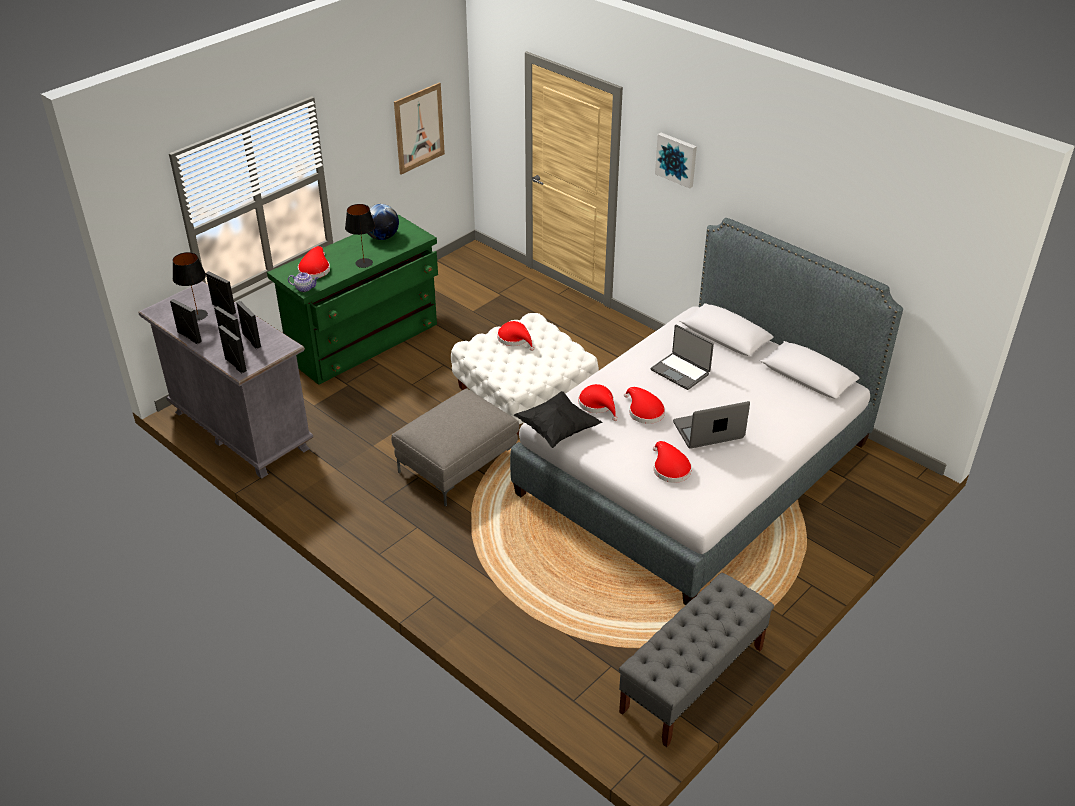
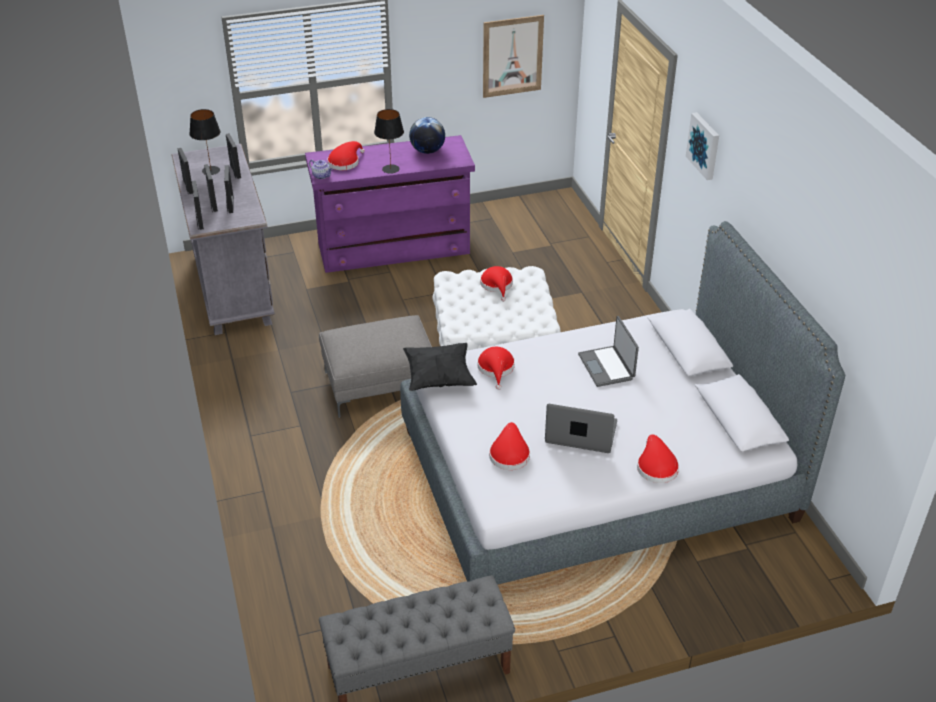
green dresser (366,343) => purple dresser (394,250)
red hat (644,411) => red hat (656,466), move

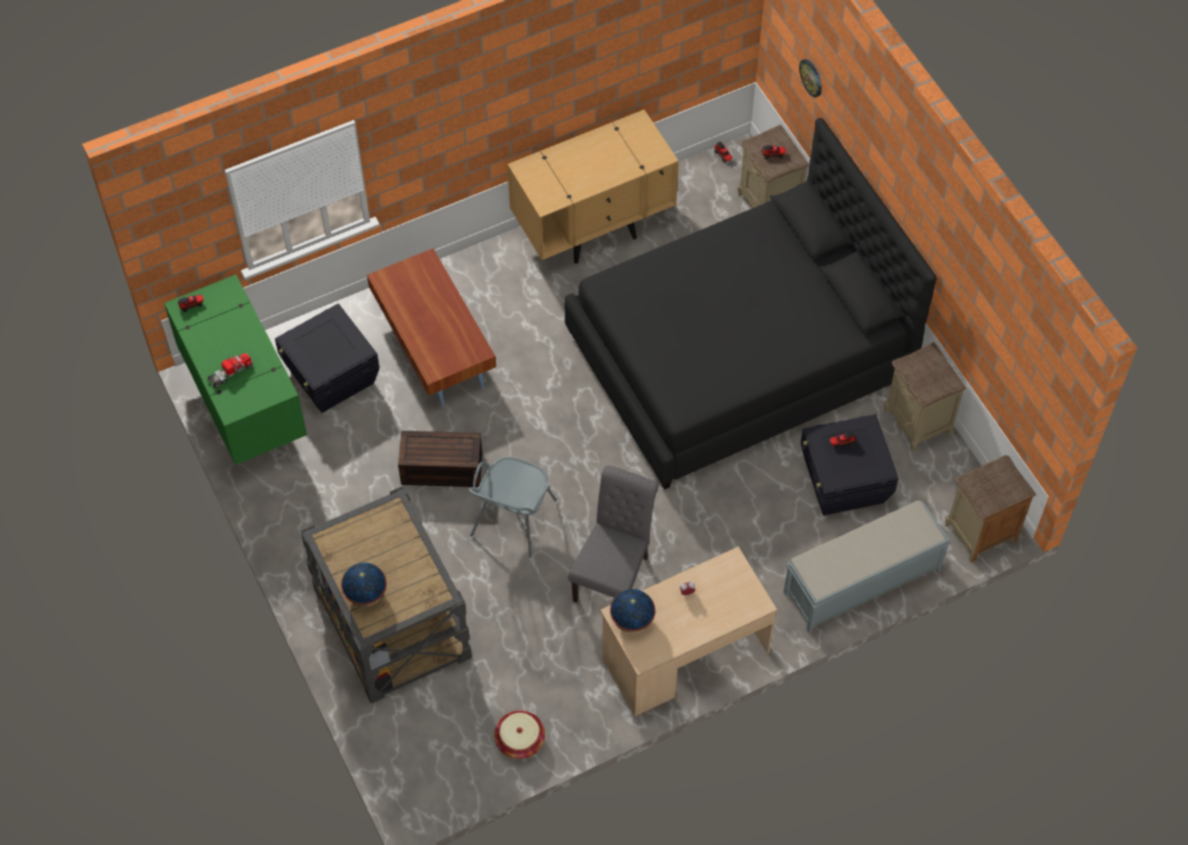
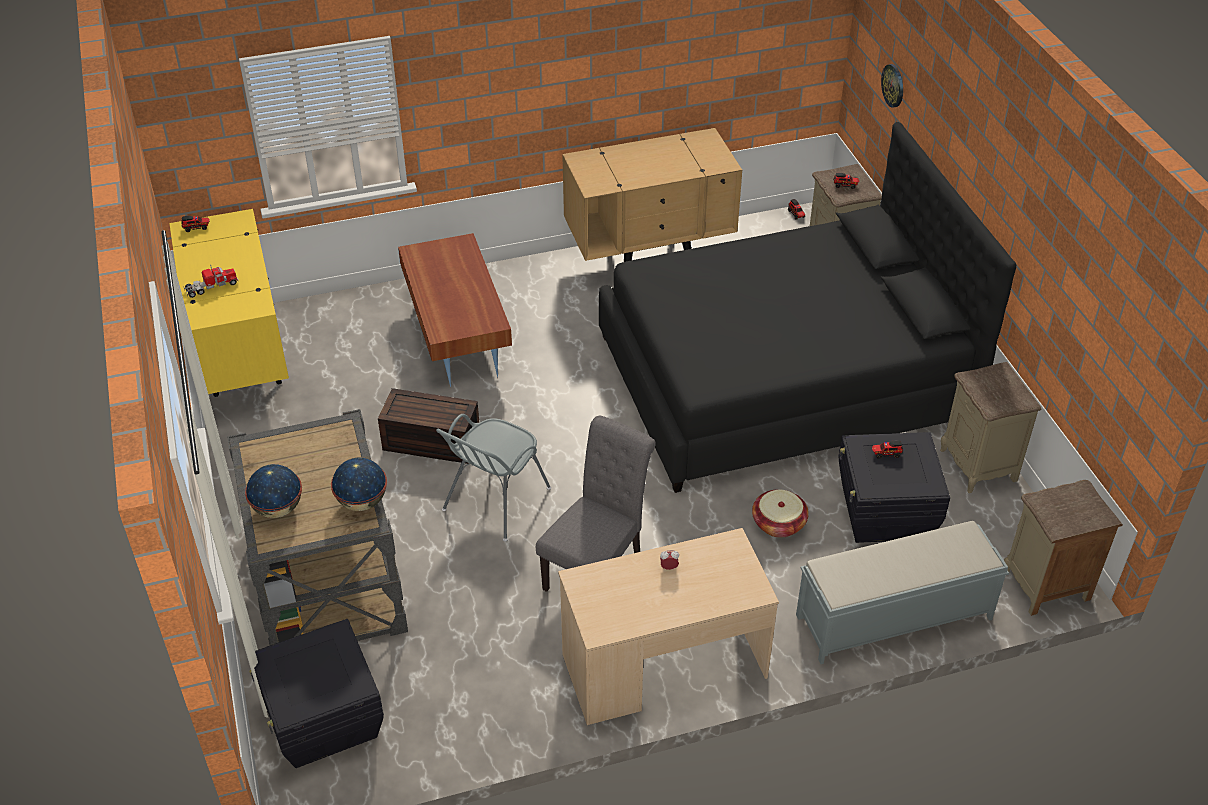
green dresser (246,411) => yellow dresser (243,364)
black storage box (331,378) => black storage box (323,721), move
basket (520,740) => basket (778,523), move
globe (632,620) => globe (362,502), move

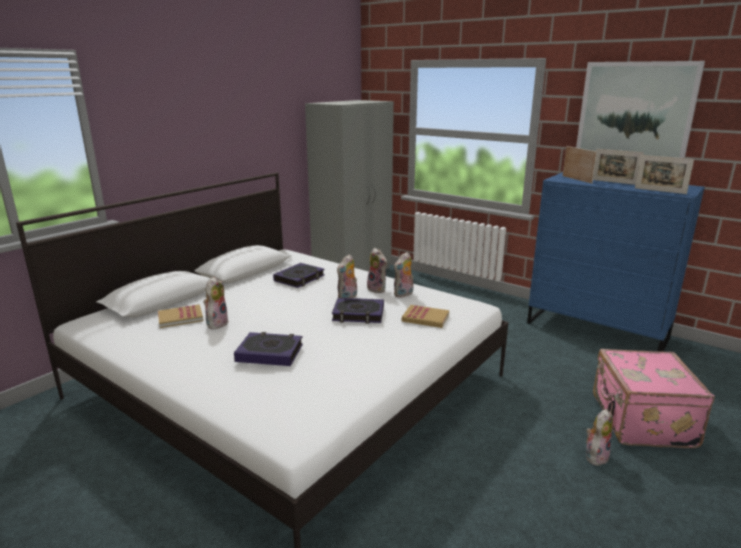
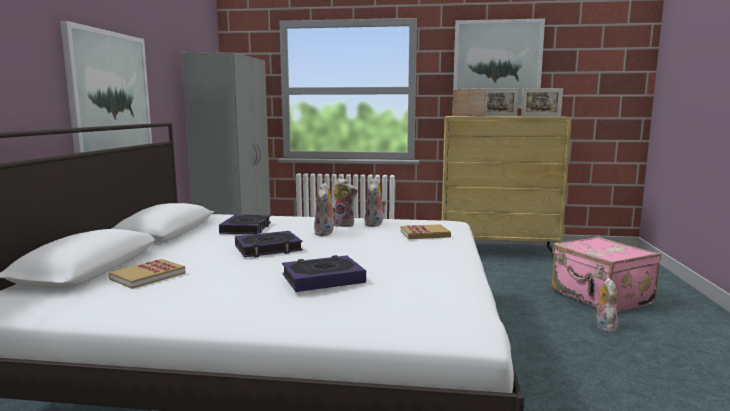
plush toy (216,323) => nothing
book (358,314) => book (268,249), move
blue dresser (596,330) => beige dresser (497,251)
nothing => picture (110,94)

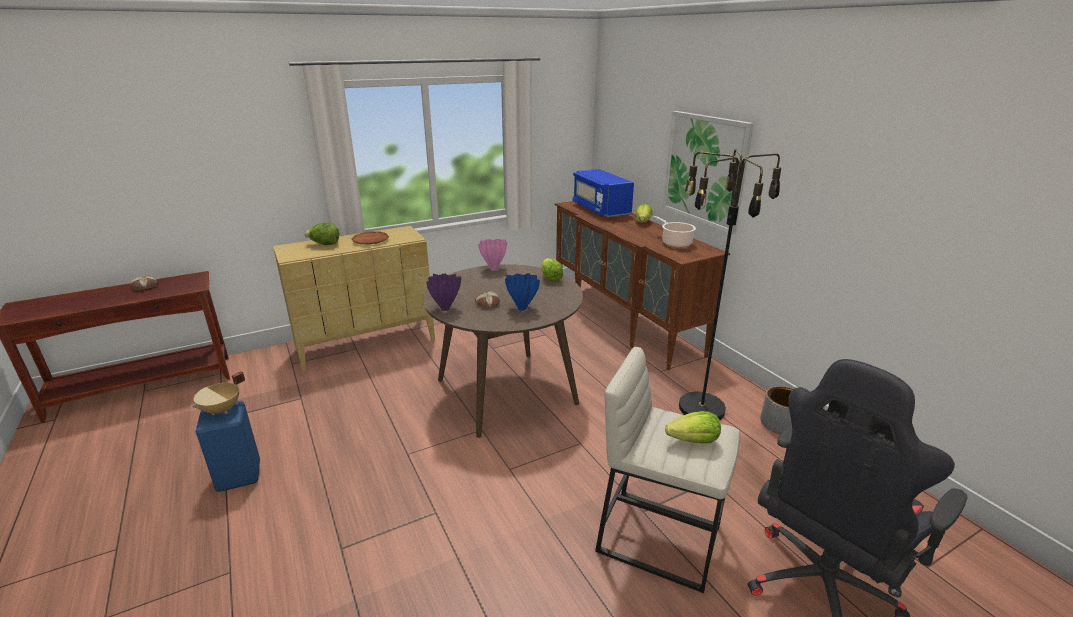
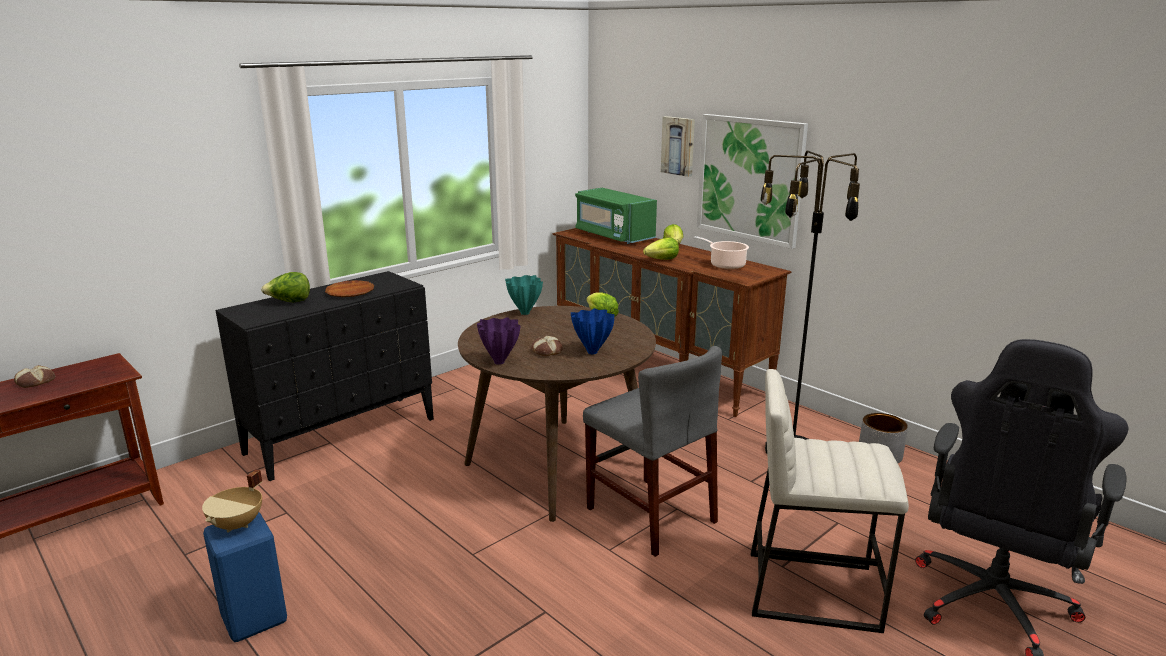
beige dresser (367,345) => black dresser (344,436)
pink vase (493,269) => turquoise vase (524,313)
blue microwave (600,209) => green microwave (613,236)
lettuce (694,441) => lettuce (662,260), move
nothing => grey chair (650,515)
nothing => picture (679,146)

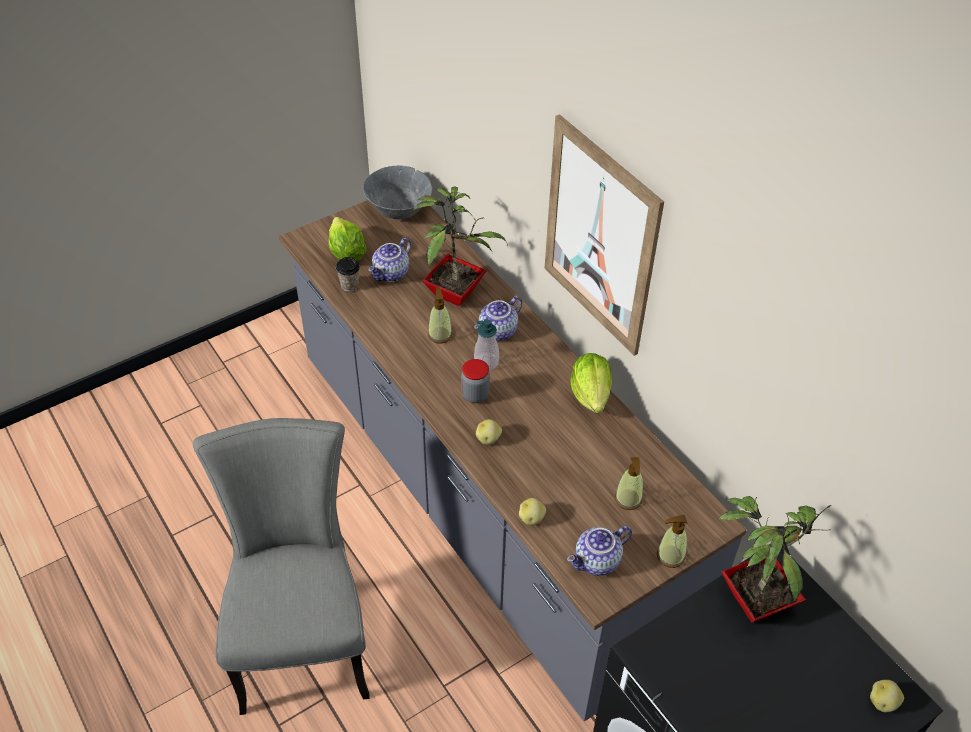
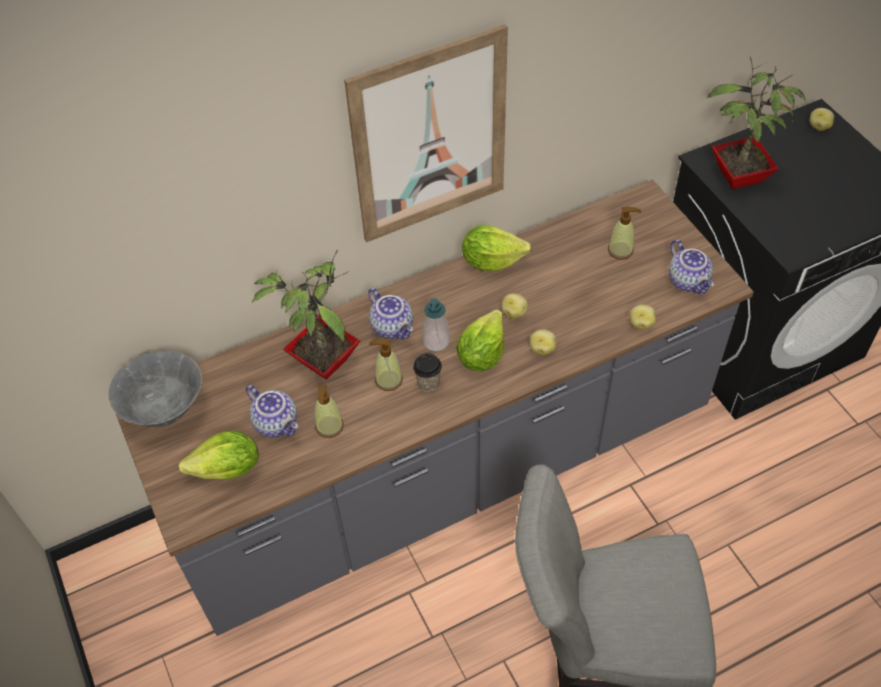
cup (349,285) => cup (428,383), move
jar (475,395) => lettuce (481,354)
soap dispenser (670,556) => soap dispenser (329,426), move
nothing => potato (514,312)

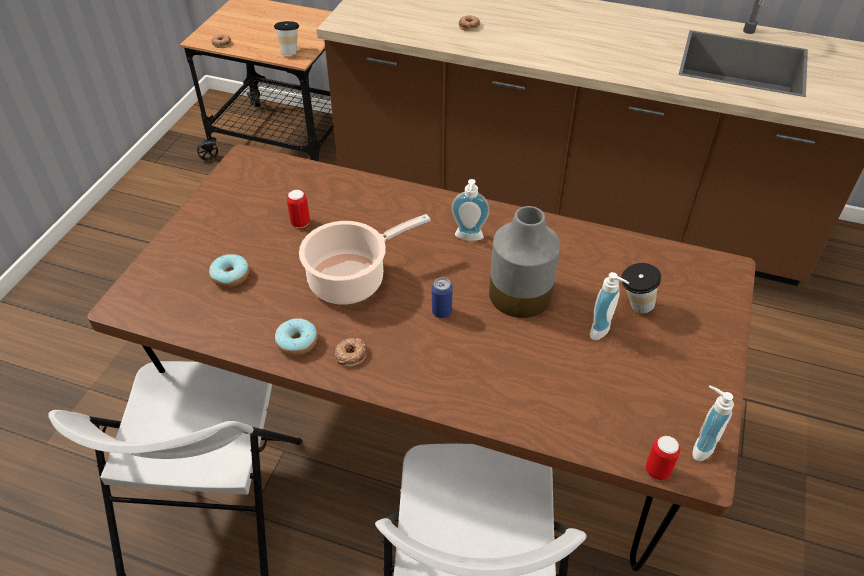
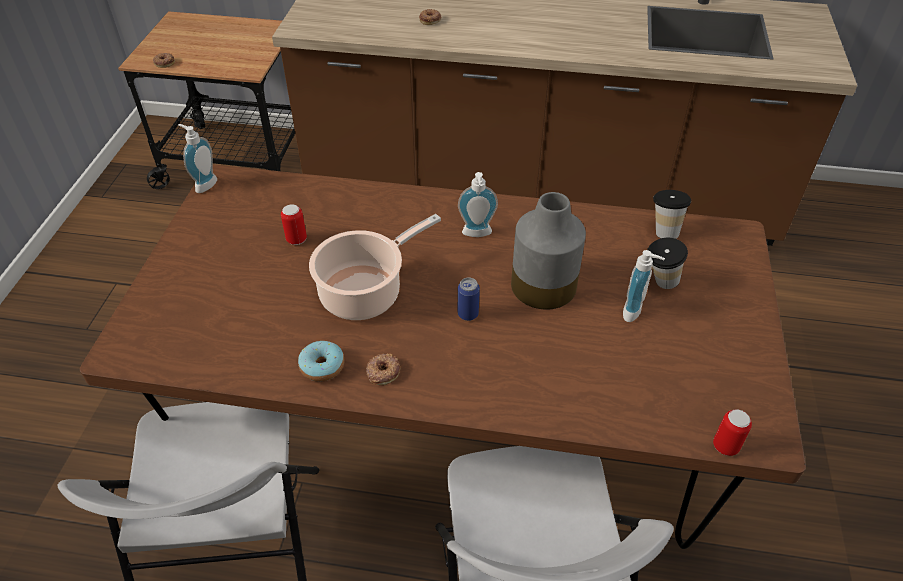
donut (231,276) => nothing
cup (290,51) => cup (664,231), move
soap dispenser (699,445) => soap dispenser (204,184), move

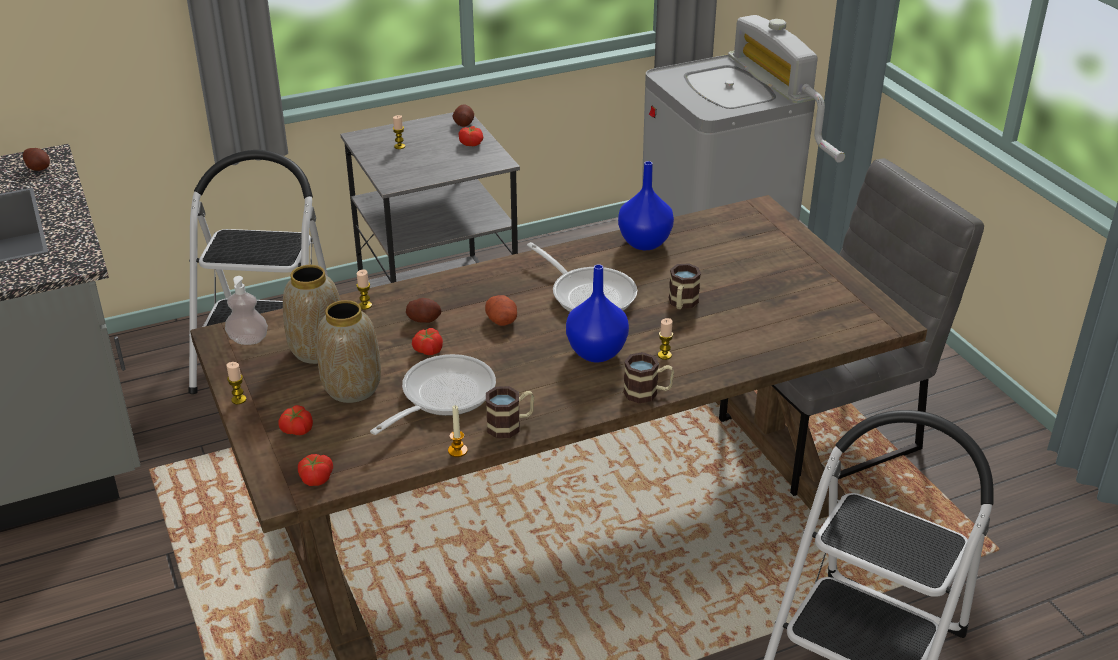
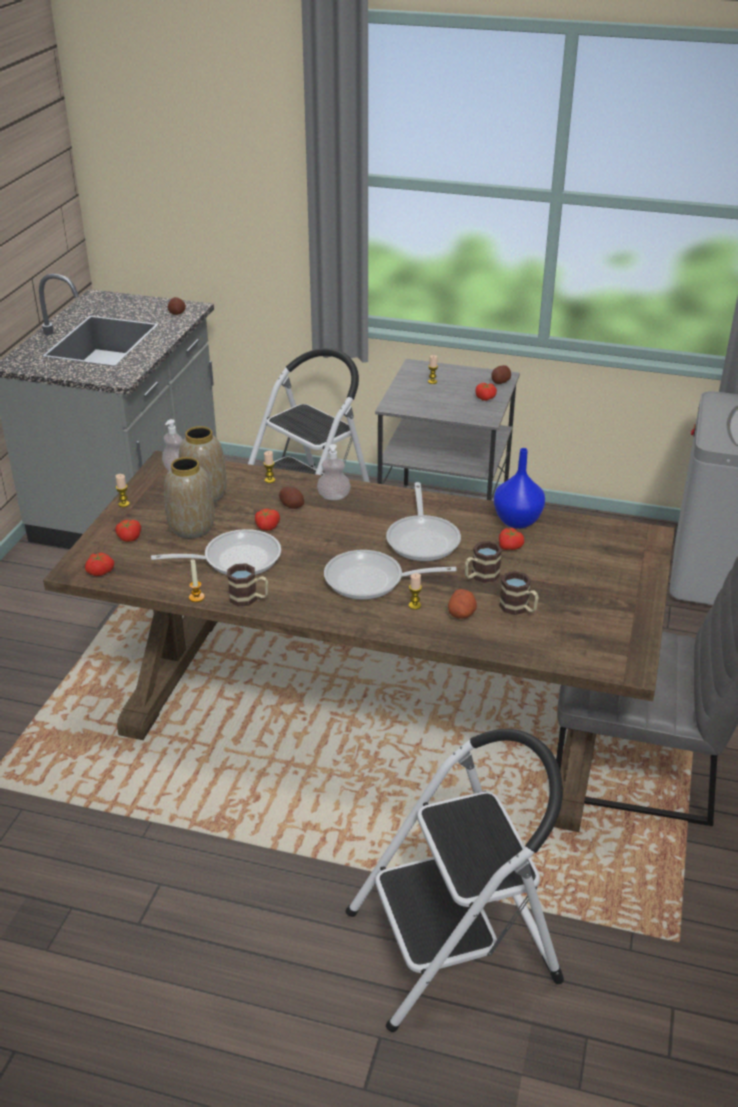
potato (502,321) => potato (461,613), move
blue vase (598,352) => frying pan (371,581)
mug (647,393) => mug (519,608), move
nothing => soap dispenser (334,496)
nothing => tomato (510,547)

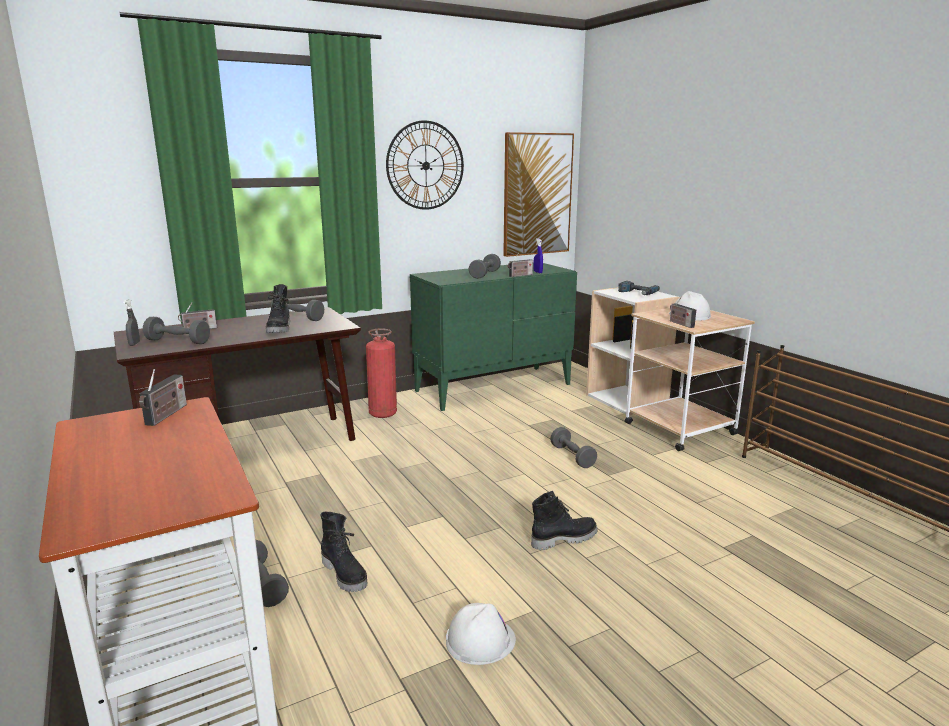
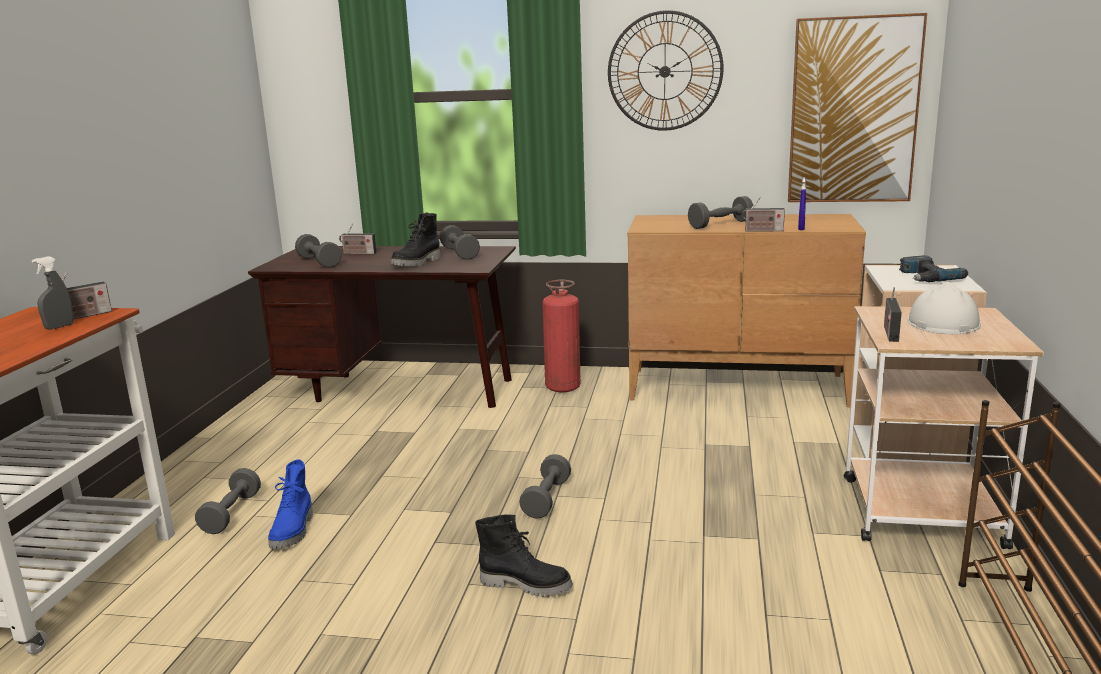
grey spray bottle (134,344) => grey spray bottle (59,326), move
black boot (345,574) => blue boot (294,531)
green cabinet (494,387) => brown cabinet (737,387)
white hard hat (480,640) => nothing
grey dumbbell (572,456) => grey dumbbell (546,499), move

